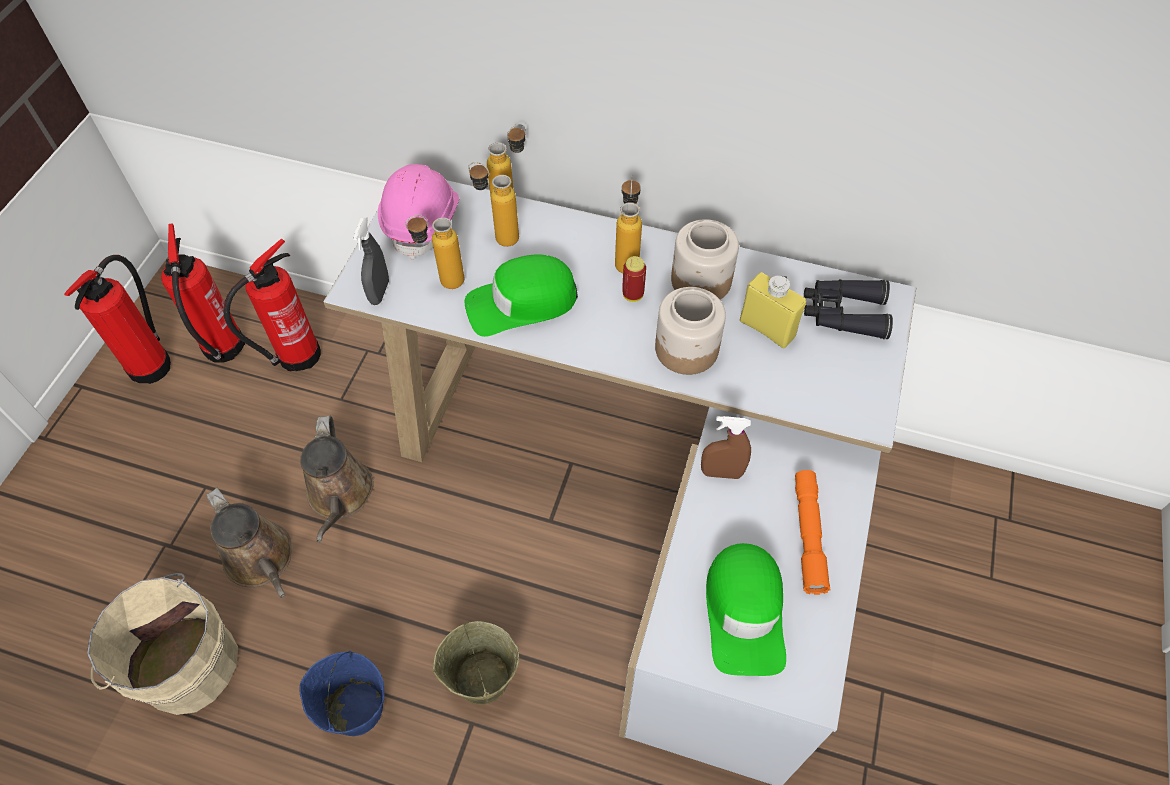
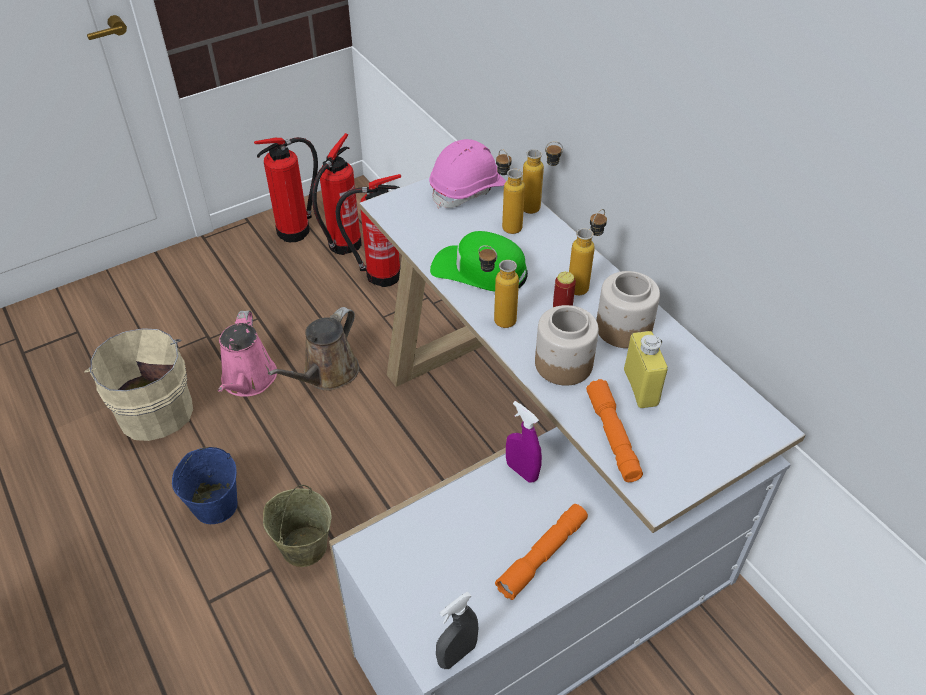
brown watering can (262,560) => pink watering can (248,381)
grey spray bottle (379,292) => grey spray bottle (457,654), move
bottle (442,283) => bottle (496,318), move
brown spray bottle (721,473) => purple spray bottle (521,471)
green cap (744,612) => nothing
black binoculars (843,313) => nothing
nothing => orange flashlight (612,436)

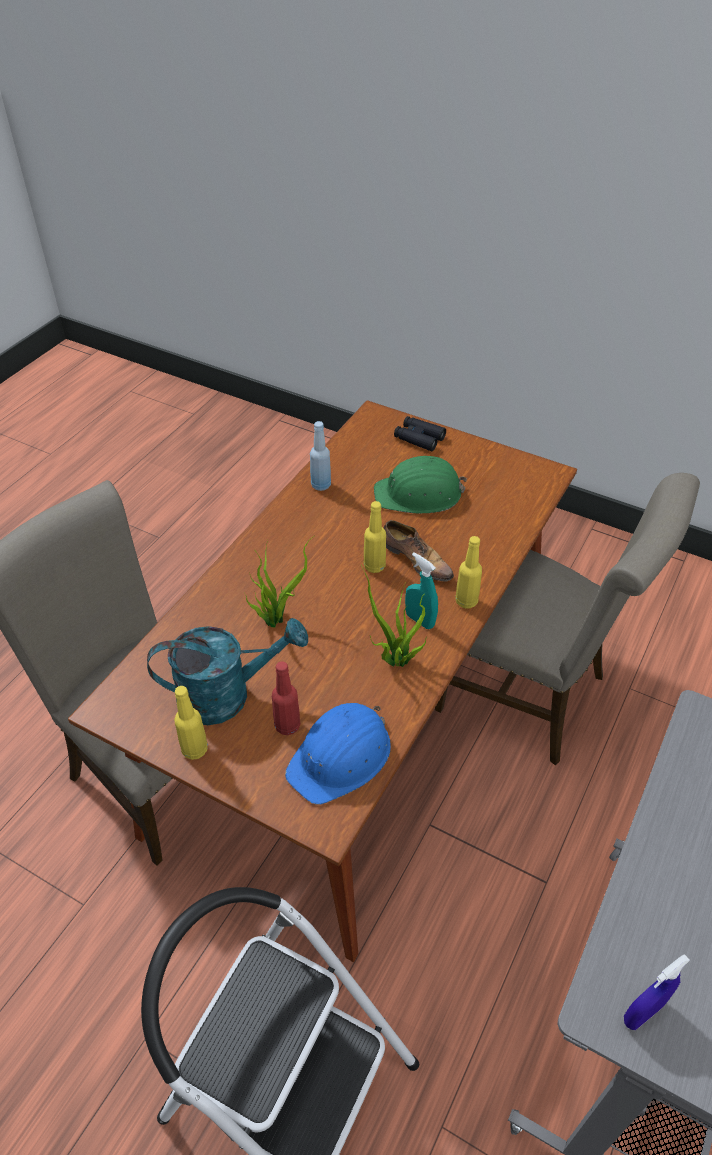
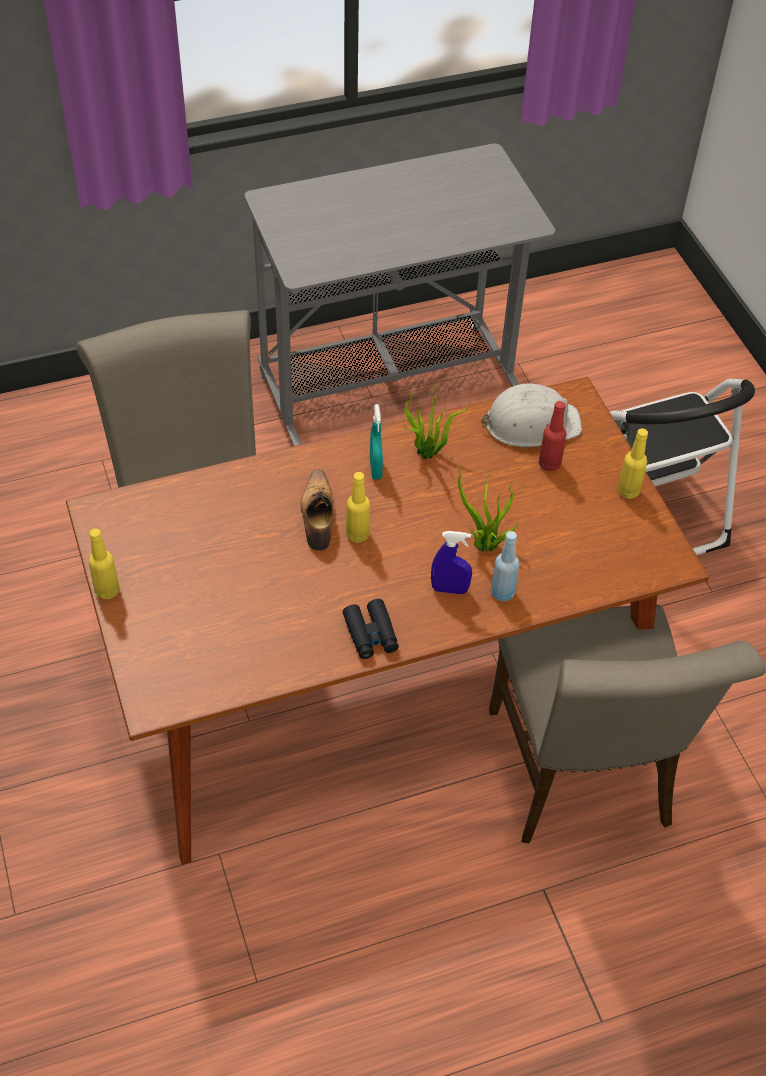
turquoise watering can (227,694) => nothing
blue hard hat (341,756) => white hard hat (531,423)
blue bottle (321,485) => blue bottle (502,592), move
green hard hat (419,494) => nothing
black binoculars (419,438) => black binoculars (371,634), move
yellow bottle (466,601) => yellow bottle (107,591), move
blue spray bottle (642,1013) => blue spray bottle (449,589), move

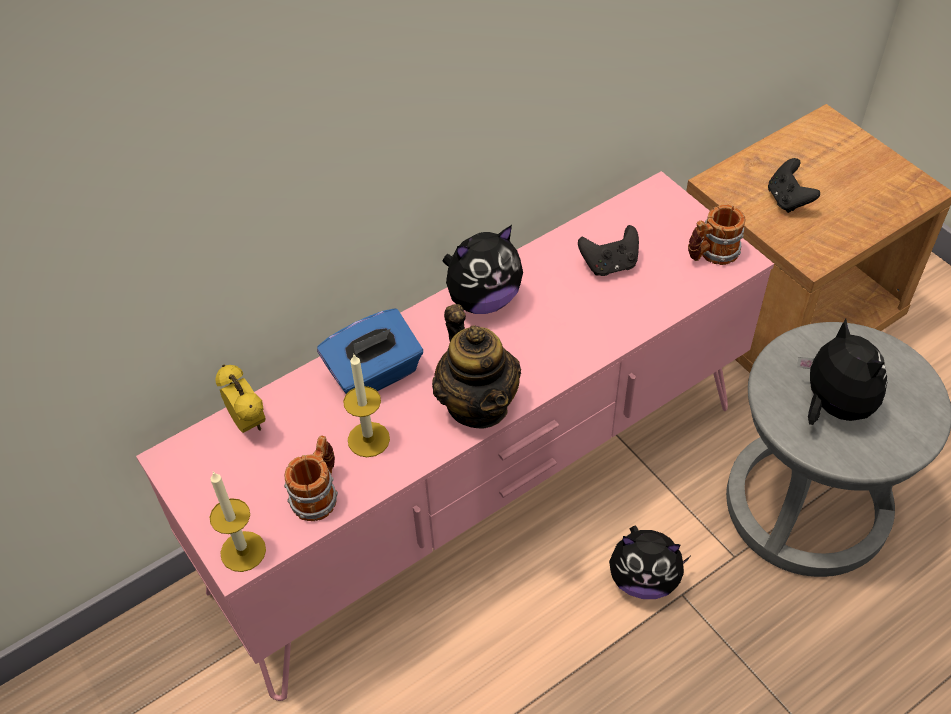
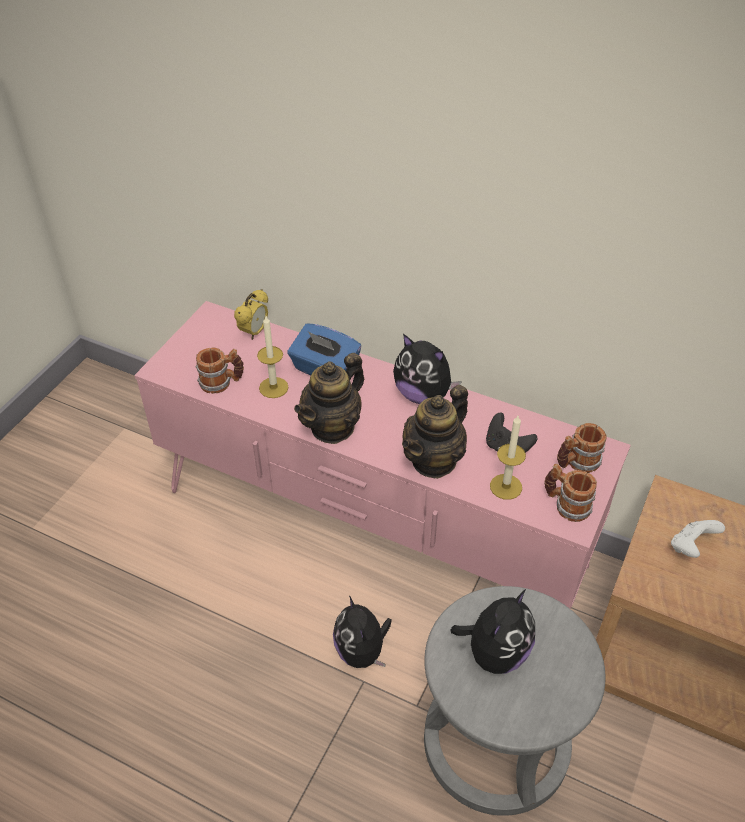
candle (243,551) => candle (506,486), move
black game controller (788,200) => white game controller (691,547)
nothing => teapot (434,460)
nothing => mug (577,463)

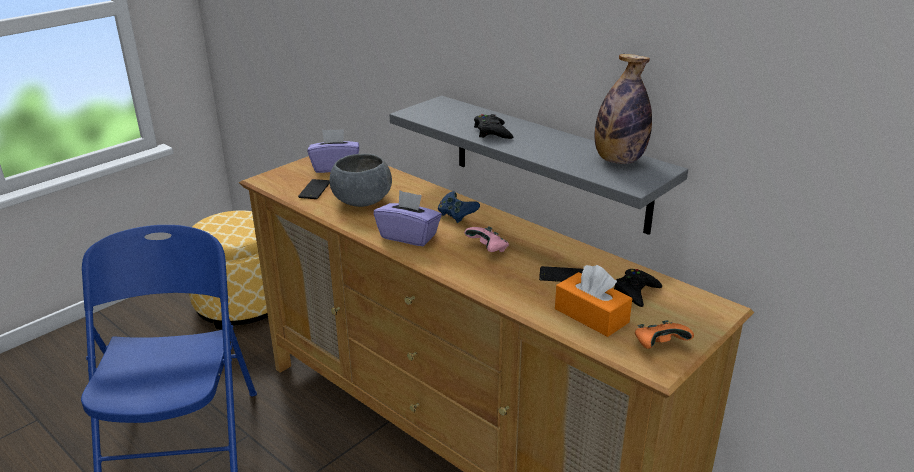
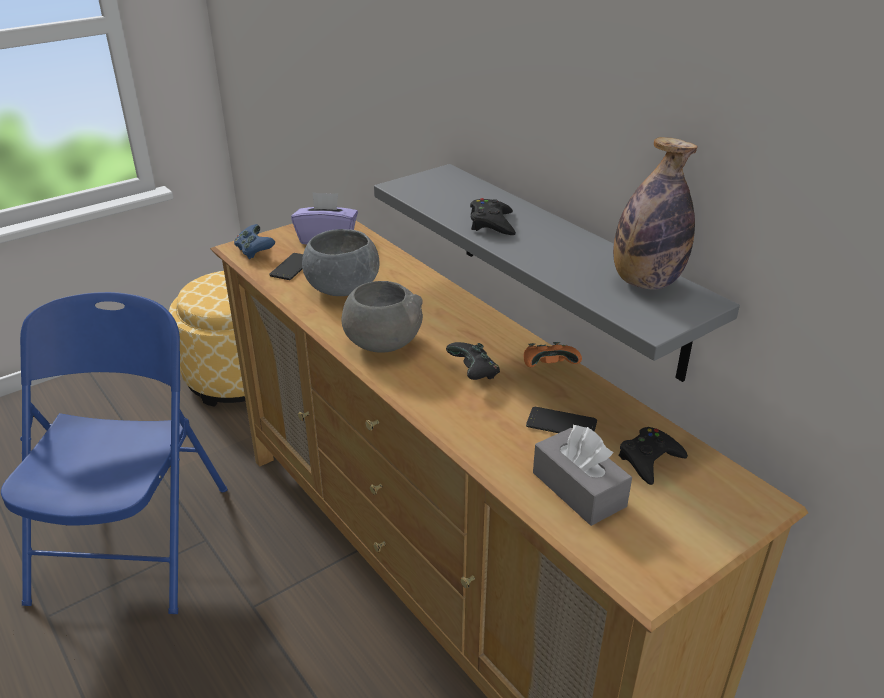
purple tissue box (409,236) => grey bowl (382,343)
blue game controller (456,216) => blue game controller (254,251), move
pink game controller (488,249) => black game controller (474,373)
orange tissue box (591,315) => grey tissue box (578,489)
orange game controller (659,346) => orange game controller (549,367), move

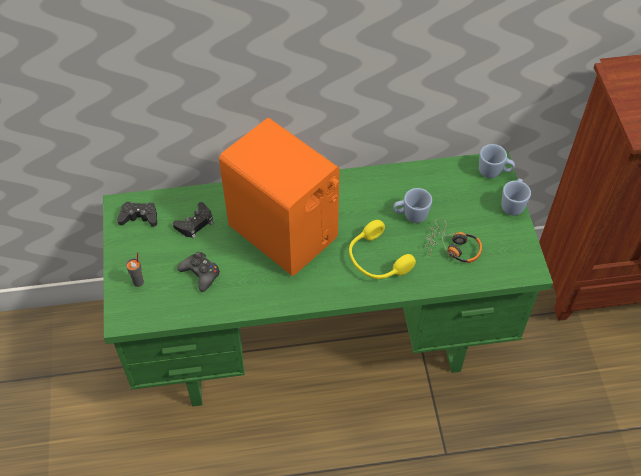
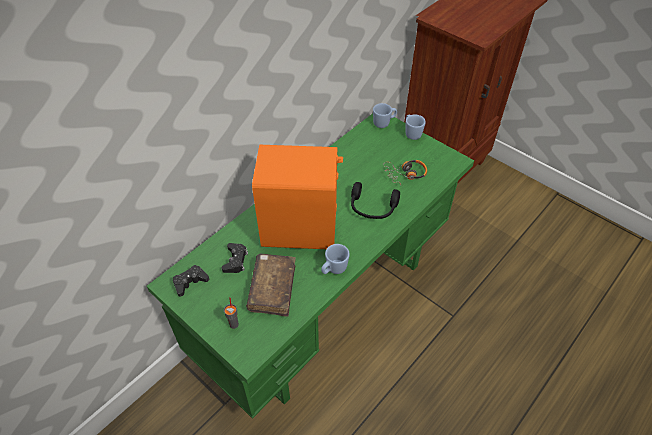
black game controller (201,273) => brown book (272,289)
yellow headphones (376,260) => black headphones (372,208)
blue mug (410,215) => blue mug (333,269), move

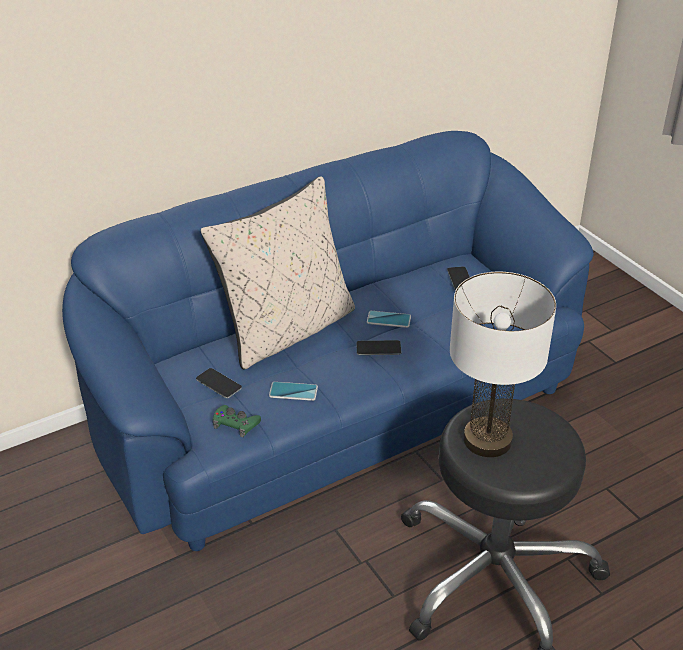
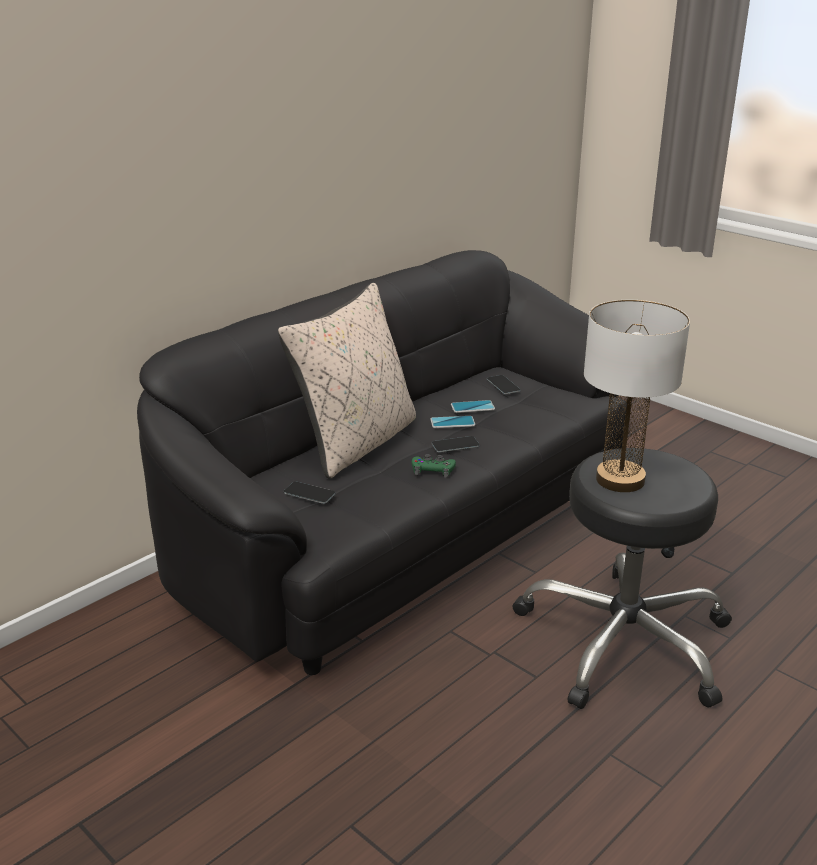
blue sofa (341,409) => black sofa (408,530)
green game controller (236,424) => green game controller (433,470), move
phone (293,392) => phone (472,407), move

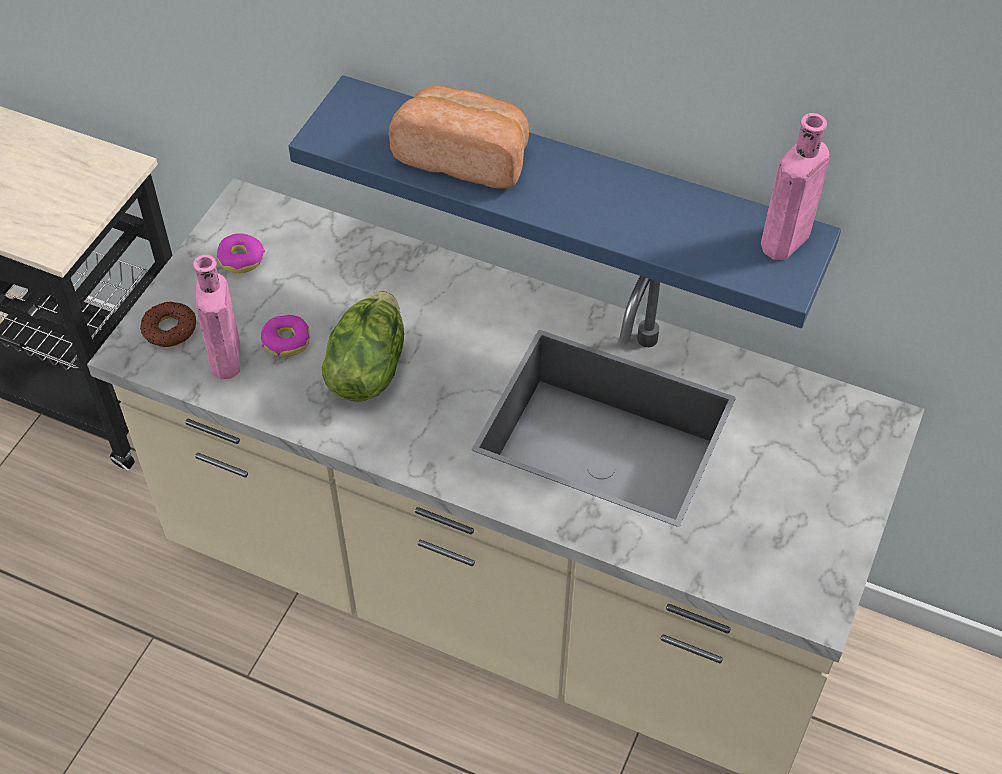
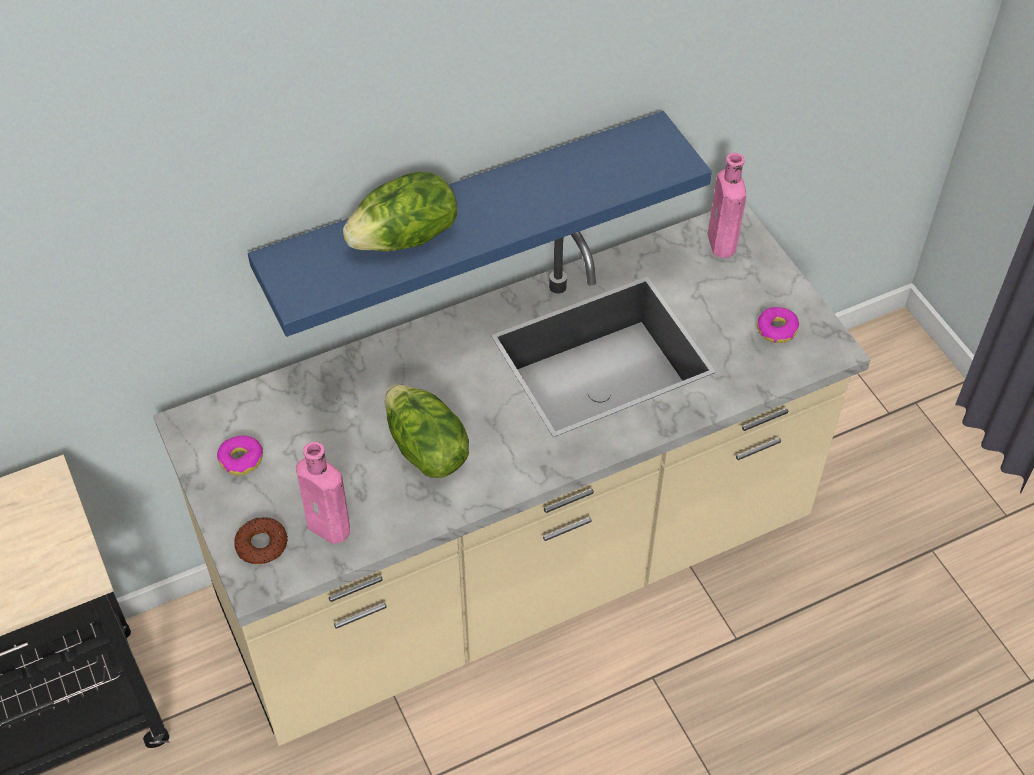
donut (286,341) => donut (776,329), move
bread (465,156) => lettuce (406,238)
pink bottle (783,243) => pink bottle (722,245), move

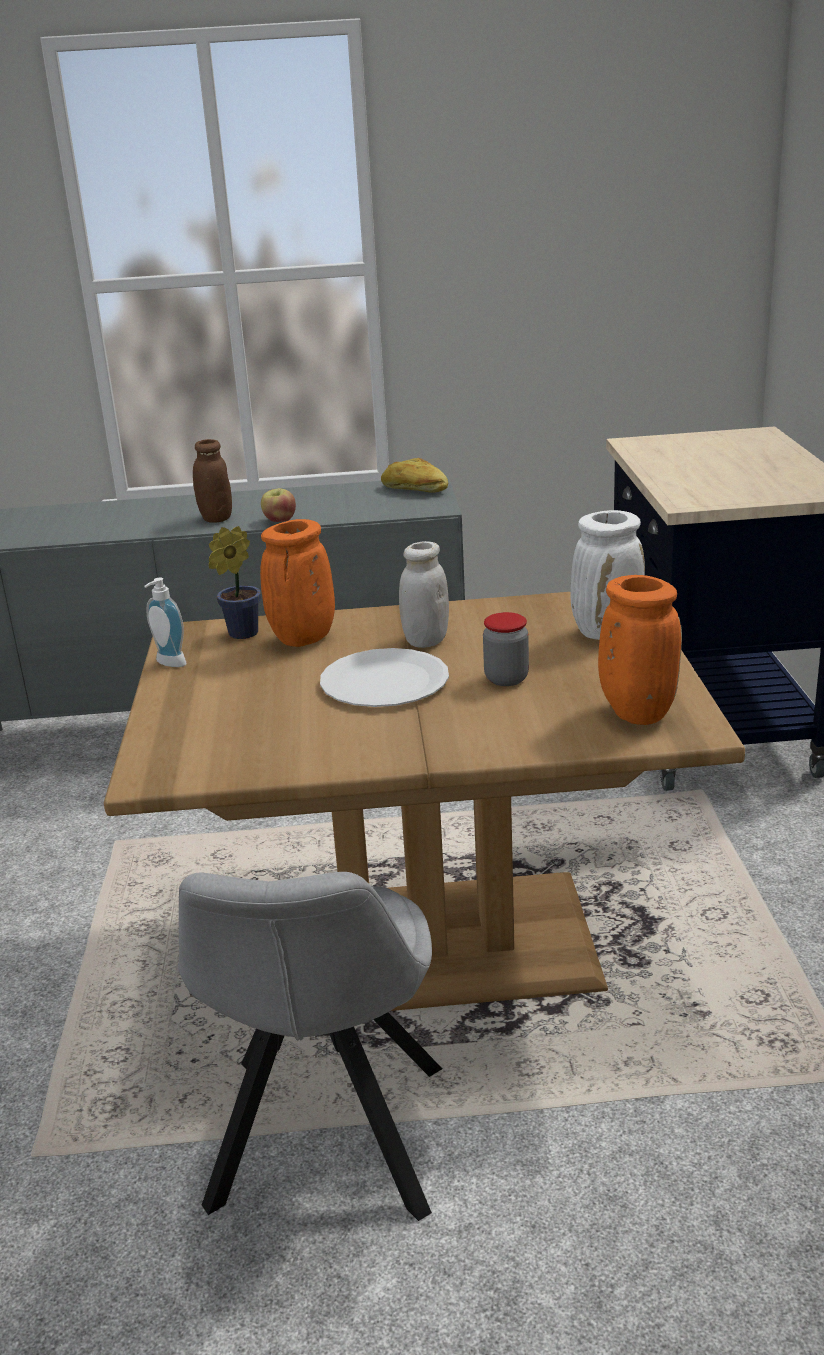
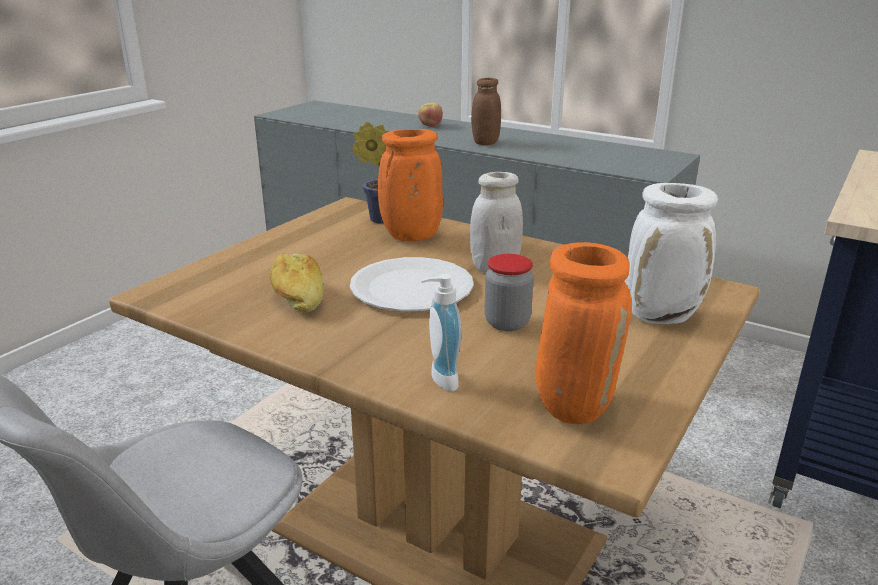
soap dispenser (168,664) => soap dispenser (439,380), move
apple (279,520) => apple (430,125), move
bread (414,490) => bread (297,297), move

